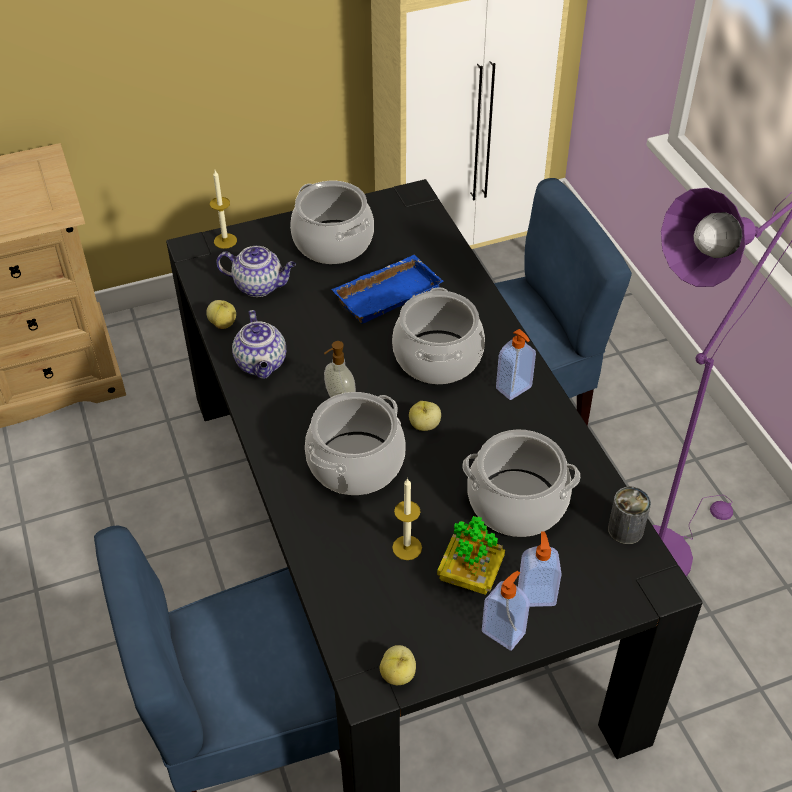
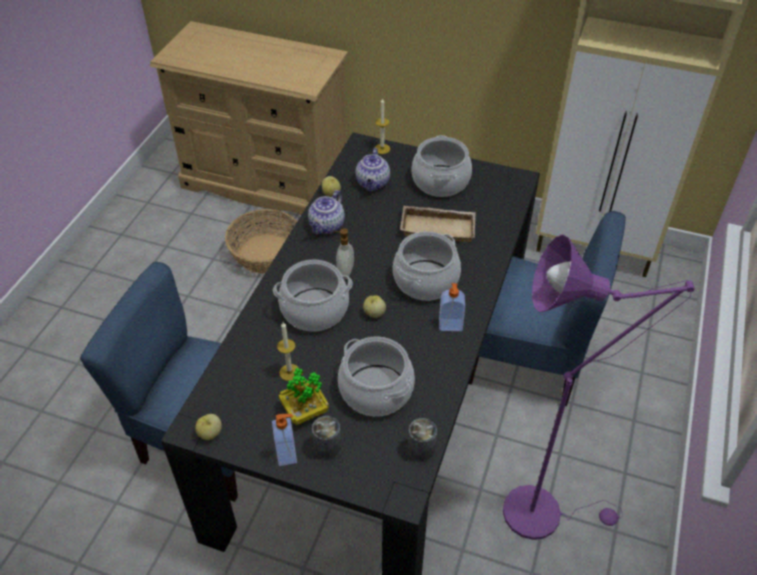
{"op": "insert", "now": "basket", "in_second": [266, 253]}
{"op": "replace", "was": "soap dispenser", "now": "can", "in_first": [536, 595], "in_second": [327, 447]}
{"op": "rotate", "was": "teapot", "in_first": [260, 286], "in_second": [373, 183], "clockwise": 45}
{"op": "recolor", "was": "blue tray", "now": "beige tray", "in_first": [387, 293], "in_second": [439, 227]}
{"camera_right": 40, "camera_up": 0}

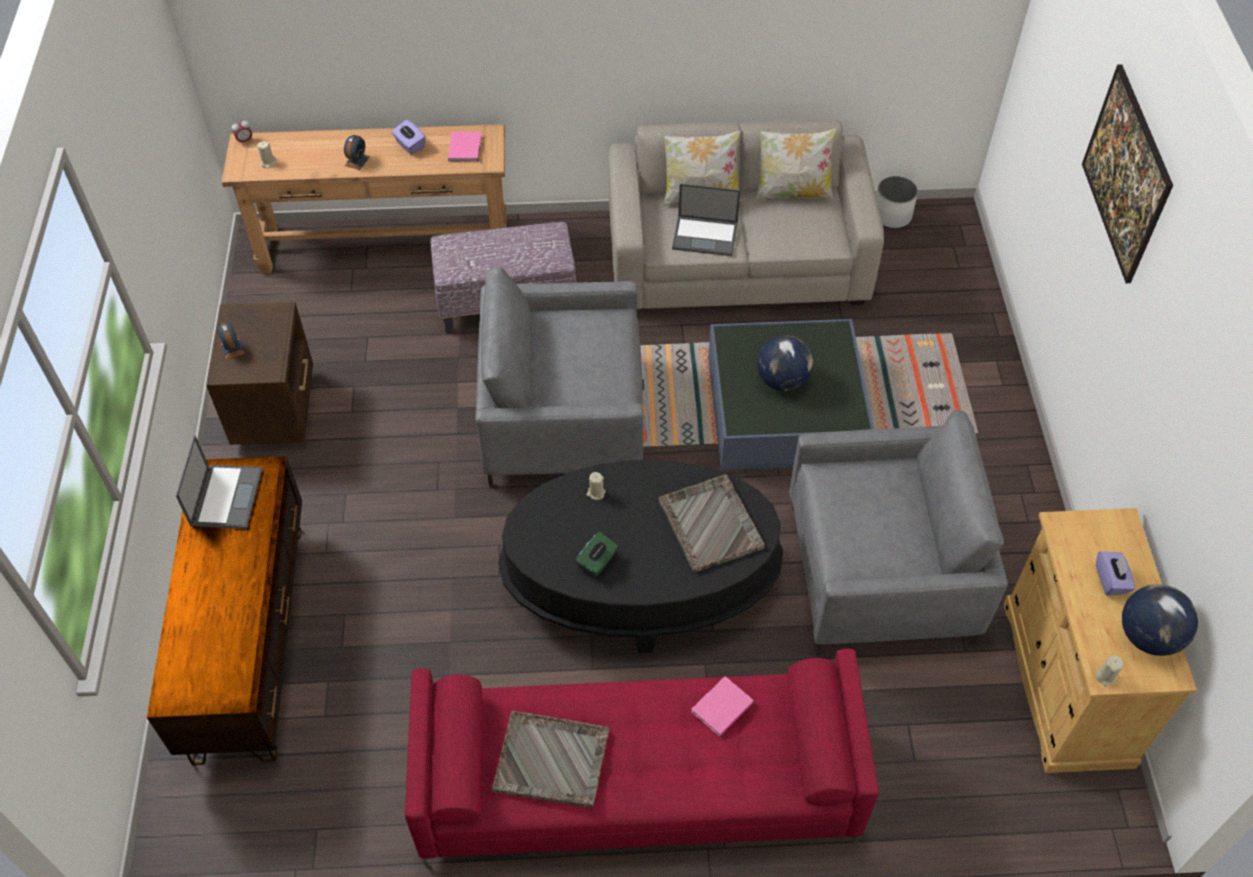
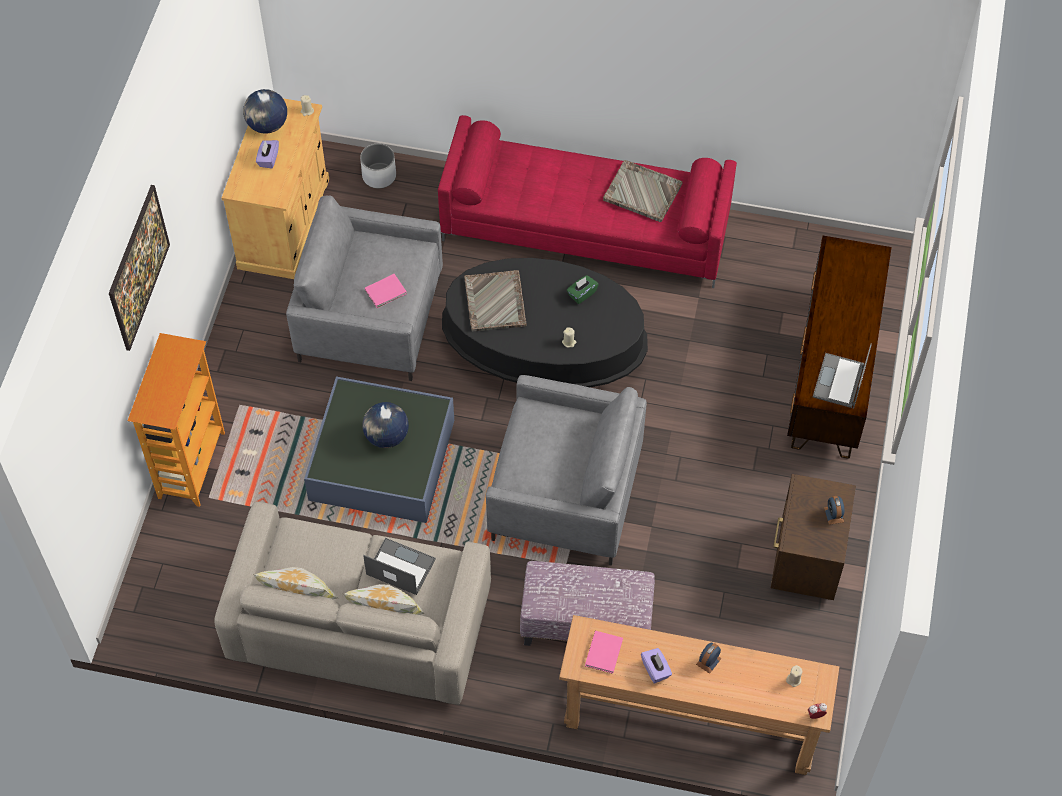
{"op": "insert", "now": "bookcase", "in_second": [190, 465]}
{"op": "move", "was": "white planter", "in_first": [892, 215], "in_second": [379, 176]}
{"op": "move", "was": "pink book", "in_first": [720, 707], "in_second": [387, 292]}
{"camera_right": -165, "camera_up": 5}

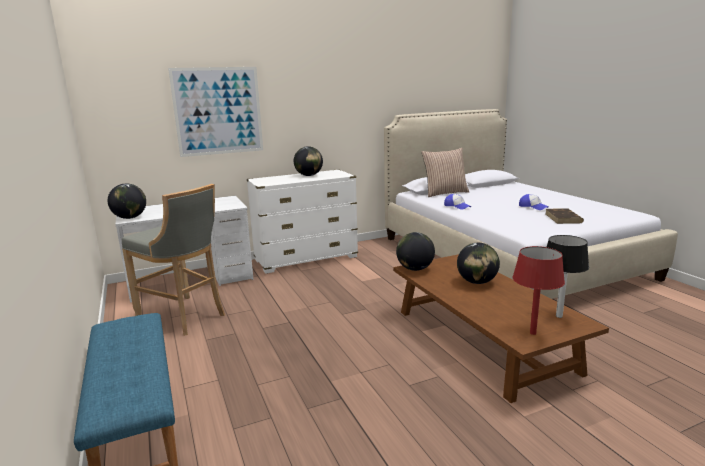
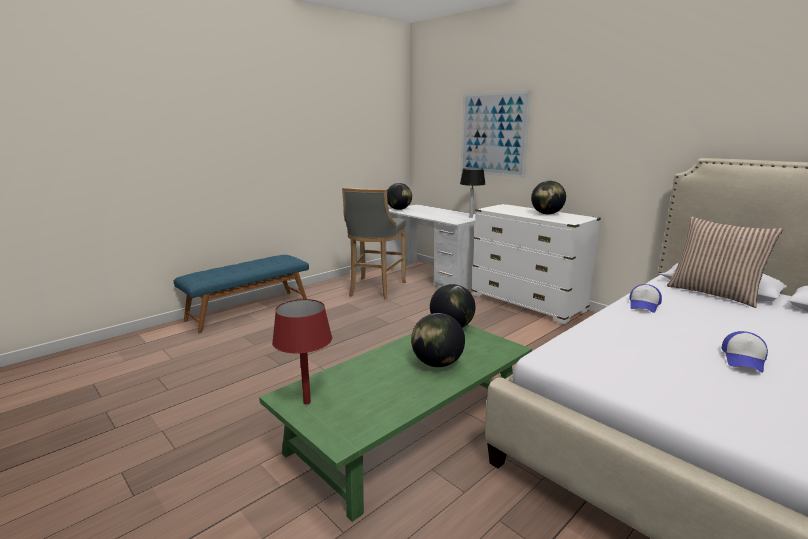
{"op": "recolor", "was": "brown coffee table", "now": "green coffee table", "in_first": [483, 340], "in_second": [408, 429]}
{"op": "move", "was": "table lamp", "in_first": [559, 316], "in_second": [470, 217]}
{"op": "delete", "was": "brown book", "in_first": [563, 218]}
{"camera_right": 70, "camera_up": 0}

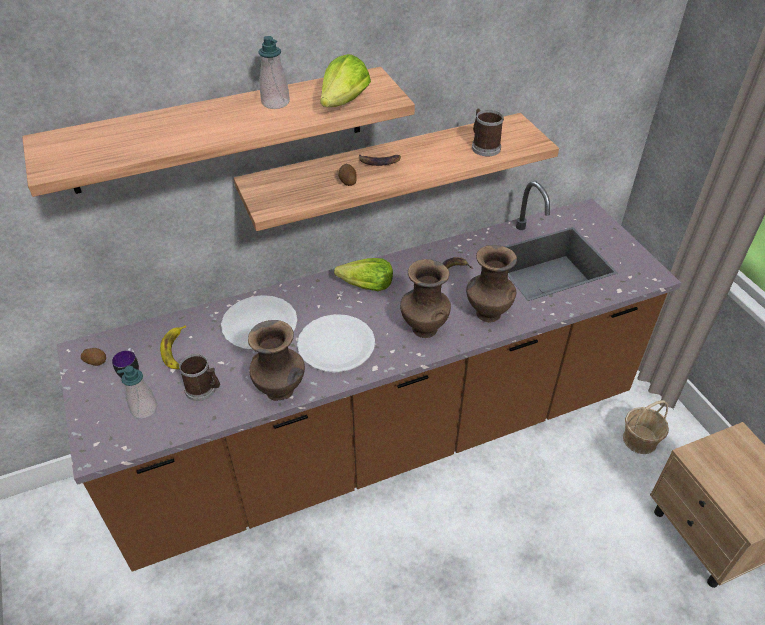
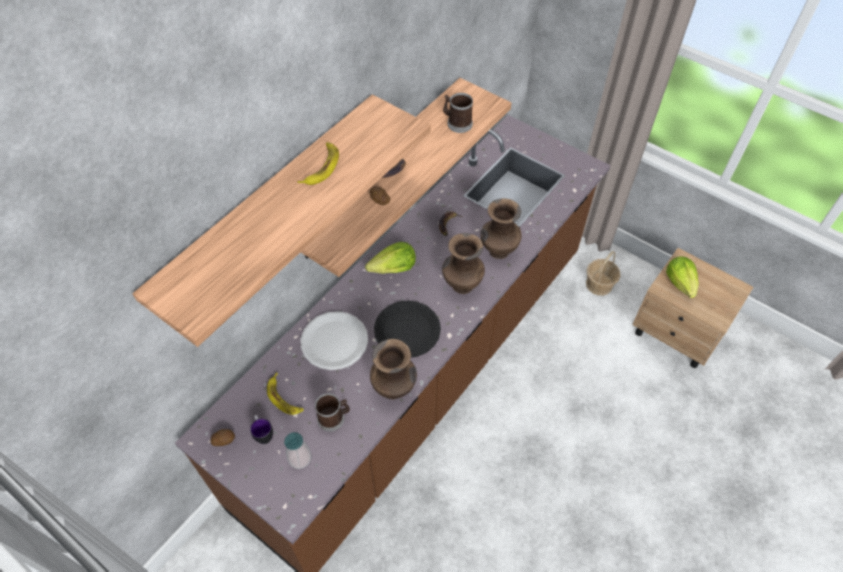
{"op": "replace", "was": "soap dispenser", "now": "banana", "in_first": [275, 103], "in_second": [321, 167]}
{"op": "recolor", "was": "white plate", "now": "black plate", "in_first": [336, 344], "in_second": [407, 330]}
{"op": "move", "was": "lettuce", "in_first": [344, 102], "in_second": [681, 283]}
{"camera_right": -30, "camera_up": 10}

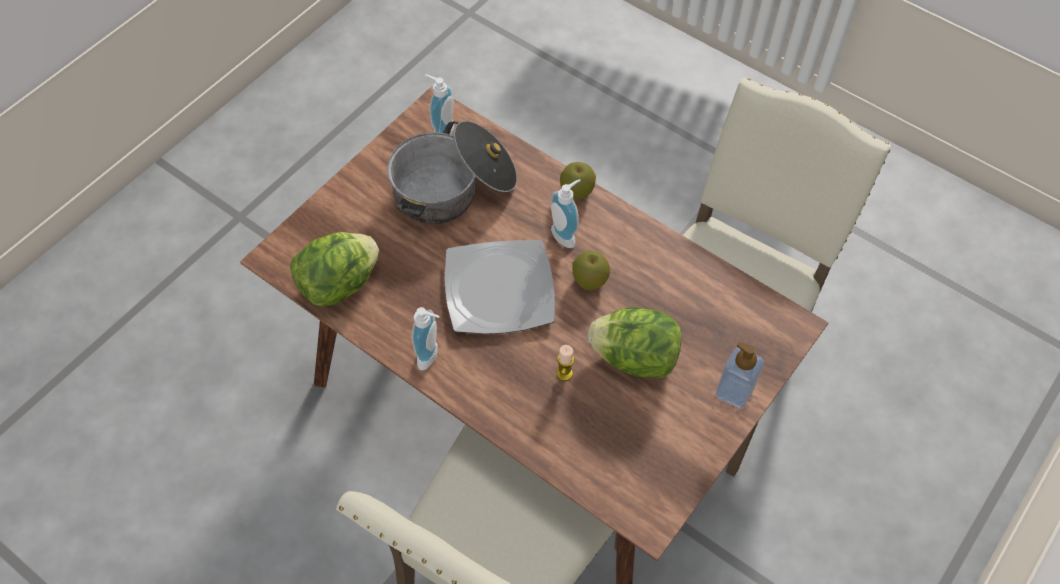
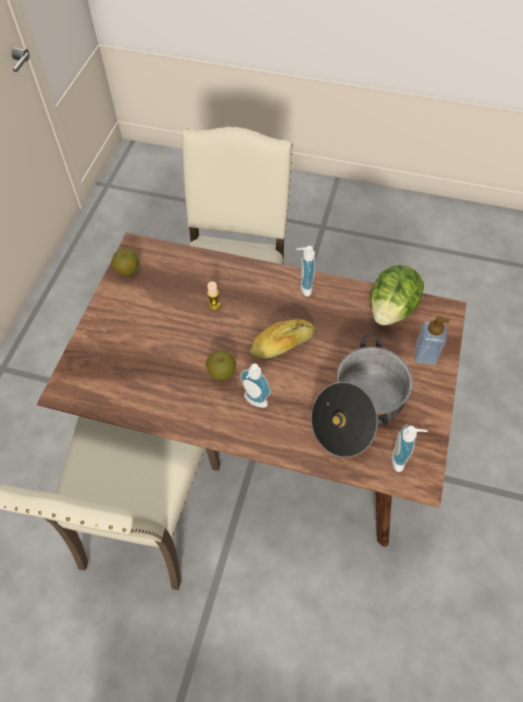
{"op": "move", "was": "apple", "in_first": [576, 191], "in_second": [127, 270]}
{"op": "replace", "was": "plate", "now": "bread", "in_first": [500, 288], "in_second": [282, 344]}
{"op": "move", "was": "soap dispenser", "in_first": [734, 392], "in_second": [425, 355]}
{"op": "delete", "was": "lettuce", "in_first": [634, 358]}
{"camera_right": 160, "camera_up": 0}

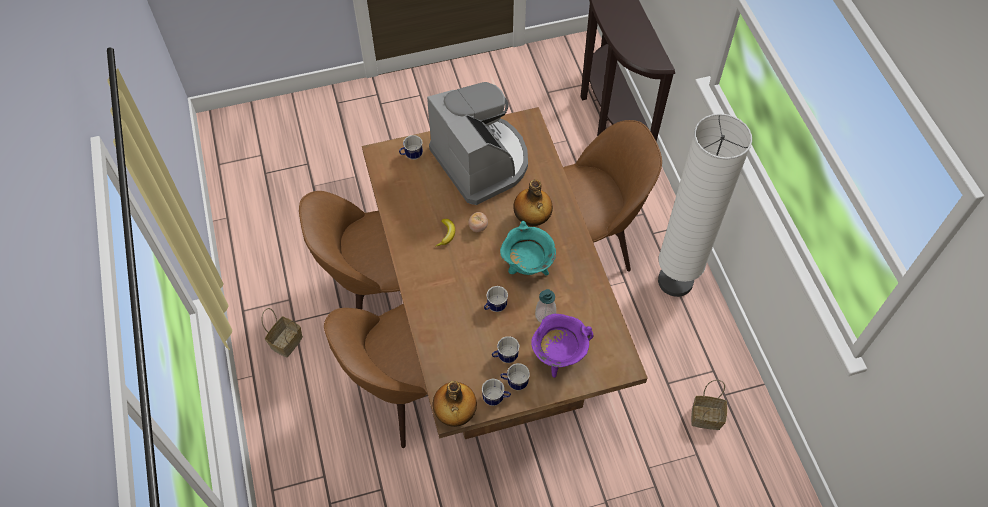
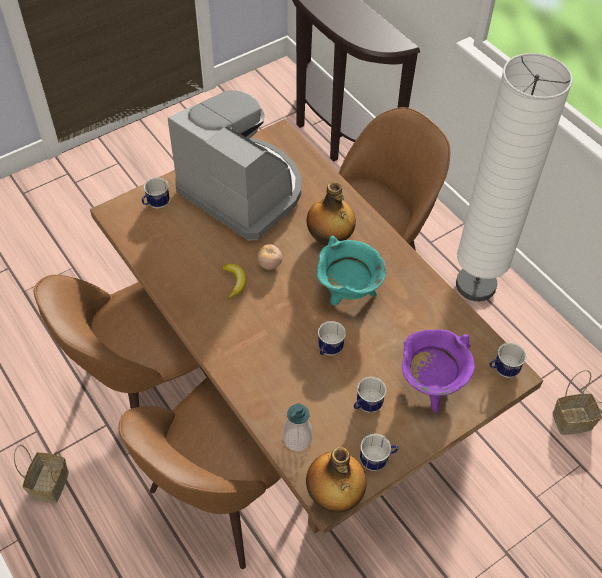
{"op": "move", "was": "soap dispenser", "in_first": [545, 315], "in_second": [297, 439]}
{"op": "move", "was": "mug", "in_first": [514, 382], "in_second": [502, 370]}
{"camera_right": -20, "camera_up": -5}

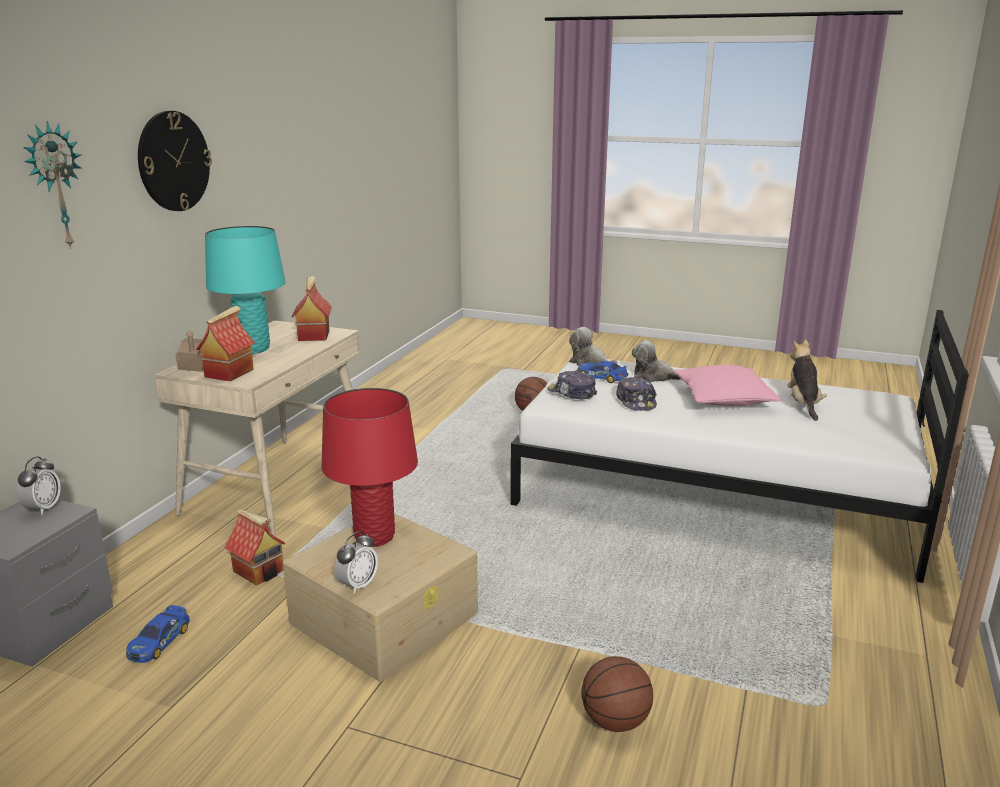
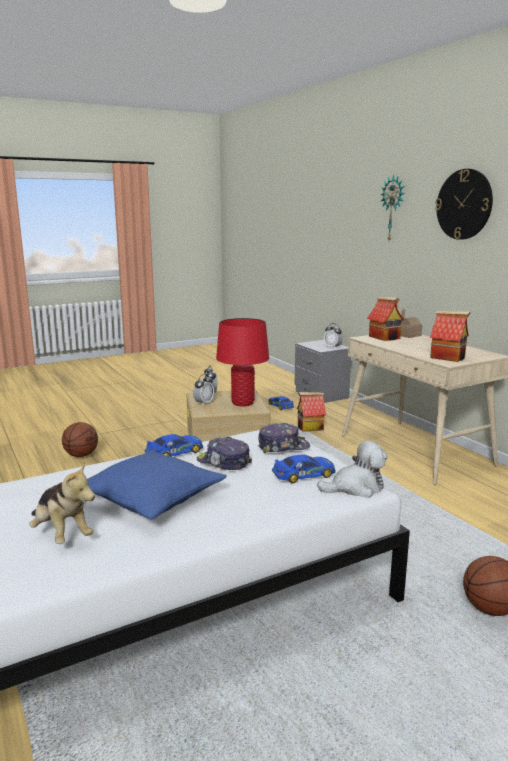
{"op": "recolor", "was": "pink pillow", "now": "blue pillow", "in_first": [723, 399], "in_second": [153, 498]}
{"op": "insert", "now": "toy car", "in_second": [174, 452]}
{"op": "insert", "now": "alarm clock", "in_second": [203, 403]}
{"op": "delete", "was": "turquoise table lamp", "in_first": [253, 349]}
{"op": "delete", "was": "plush toy", "in_first": [654, 377]}
{"camera_right": 130, "camera_up": -5}

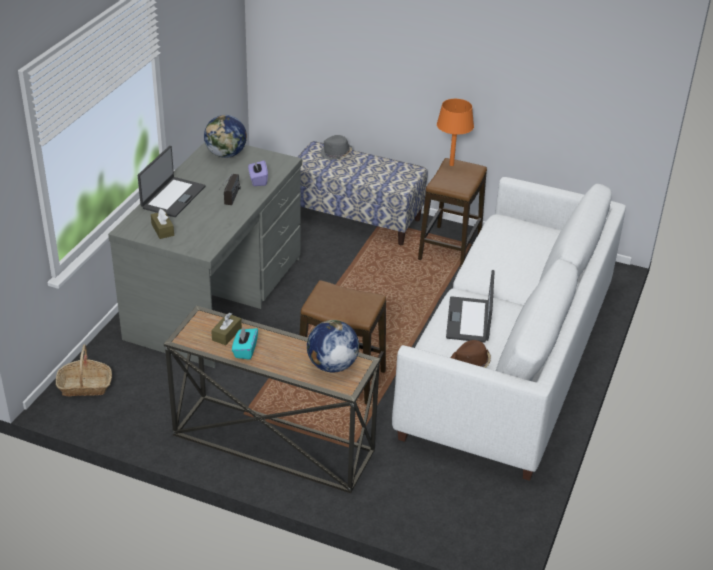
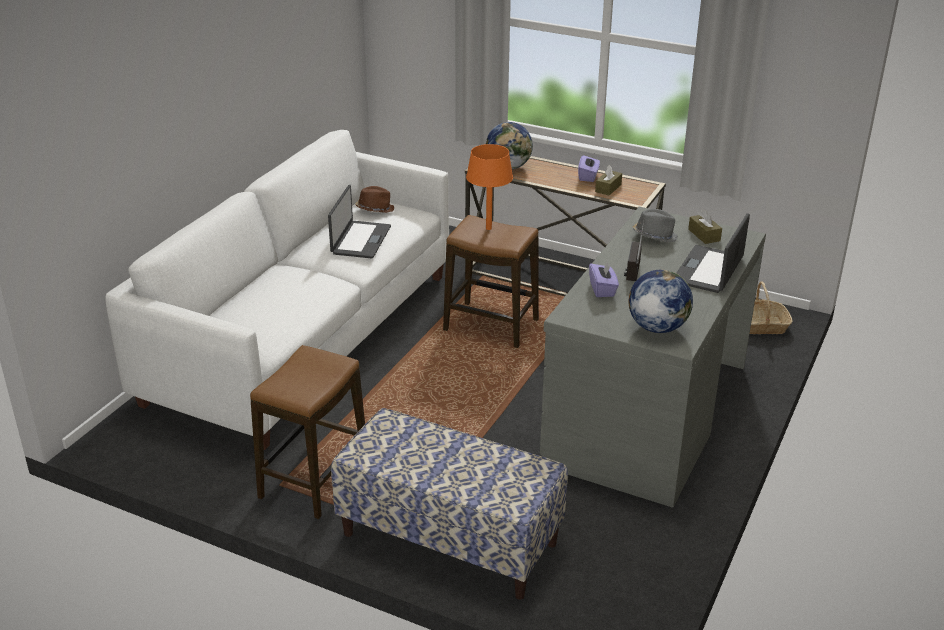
{"op": "move", "was": "orange table lamp", "in_first": [451, 165], "in_second": [488, 228]}
{"op": "recolor", "was": "turquoise tissue box", "now": "purple tissue box", "in_first": [245, 350], "in_second": [588, 176]}
{"op": "move", "was": "grey hat", "in_first": [336, 154], "in_second": [654, 236]}
{"camera_right": -175, "camera_up": -5}

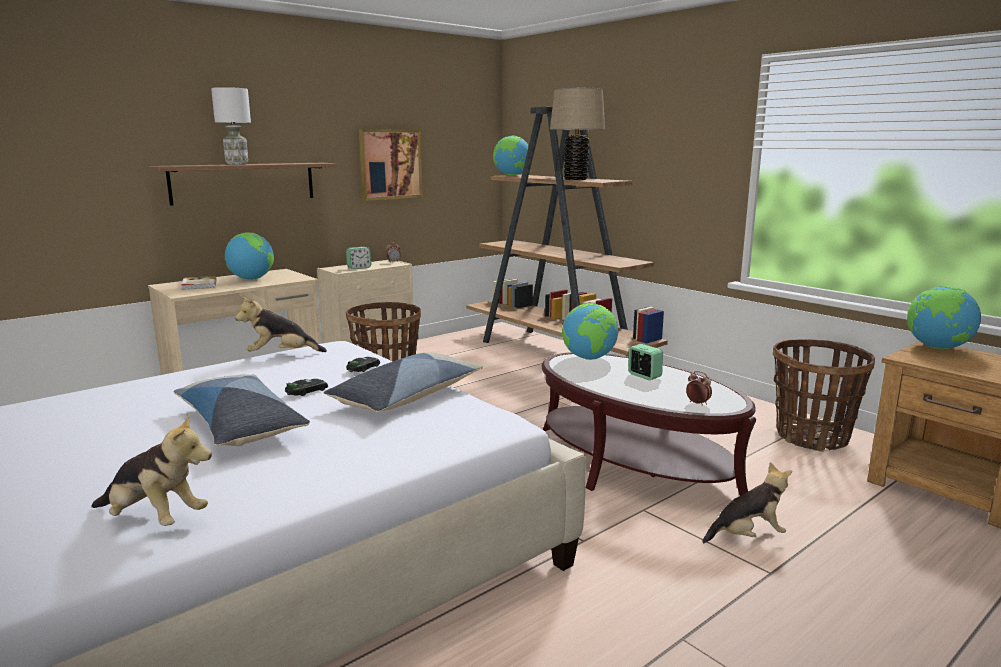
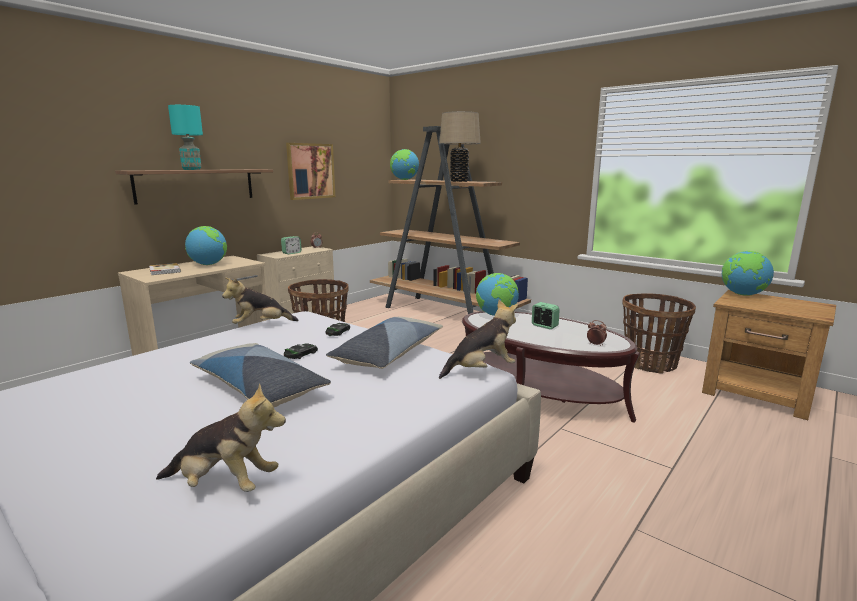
{"op": "recolor", "was": "white table lamp", "now": "turquoise table lamp", "in_first": [236, 164], "in_second": [191, 169]}
{"op": "move", "was": "plush toy", "in_first": [747, 536], "in_second": [481, 370]}
{"camera_right": -10, "camera_up": 0}

